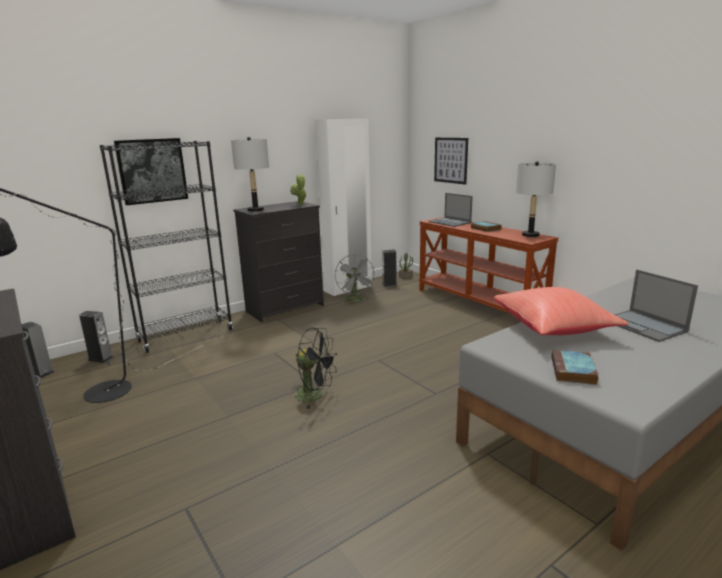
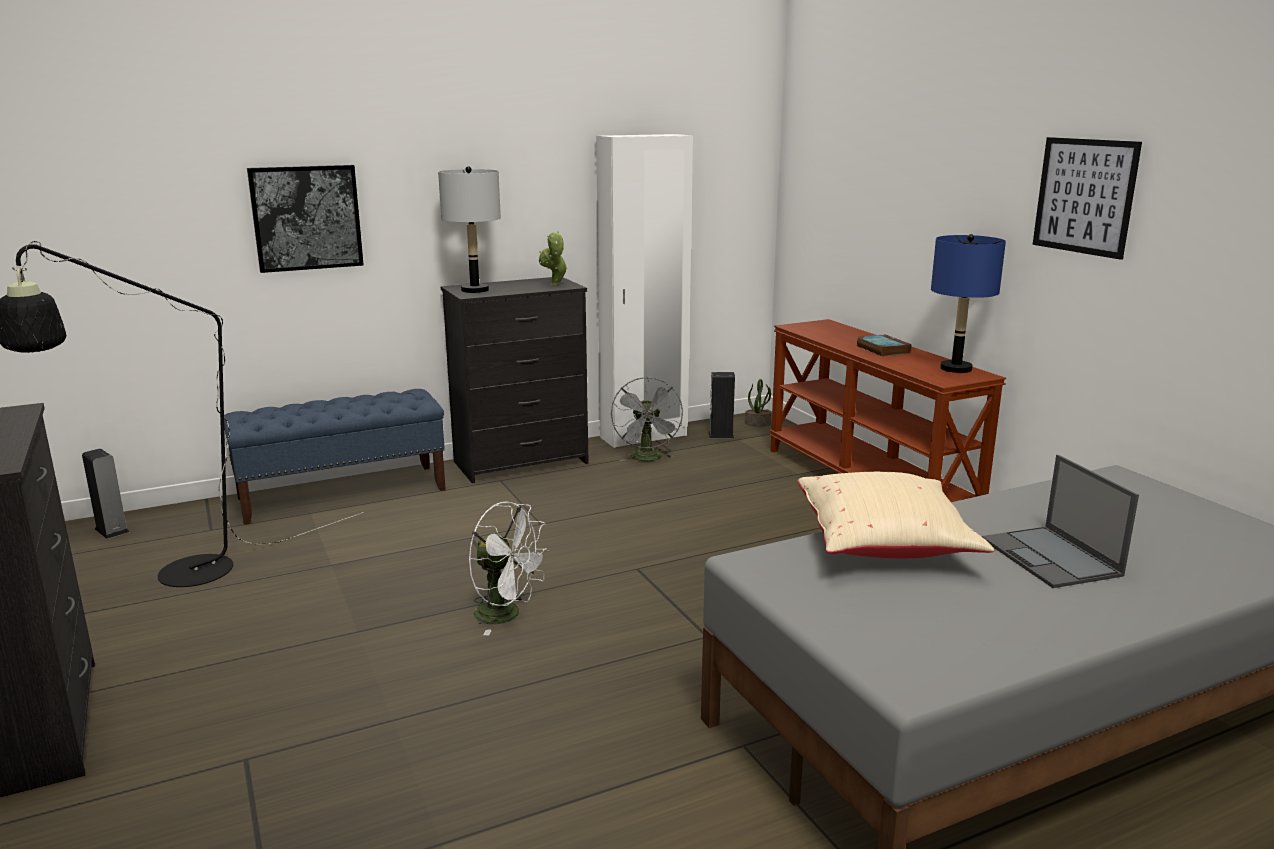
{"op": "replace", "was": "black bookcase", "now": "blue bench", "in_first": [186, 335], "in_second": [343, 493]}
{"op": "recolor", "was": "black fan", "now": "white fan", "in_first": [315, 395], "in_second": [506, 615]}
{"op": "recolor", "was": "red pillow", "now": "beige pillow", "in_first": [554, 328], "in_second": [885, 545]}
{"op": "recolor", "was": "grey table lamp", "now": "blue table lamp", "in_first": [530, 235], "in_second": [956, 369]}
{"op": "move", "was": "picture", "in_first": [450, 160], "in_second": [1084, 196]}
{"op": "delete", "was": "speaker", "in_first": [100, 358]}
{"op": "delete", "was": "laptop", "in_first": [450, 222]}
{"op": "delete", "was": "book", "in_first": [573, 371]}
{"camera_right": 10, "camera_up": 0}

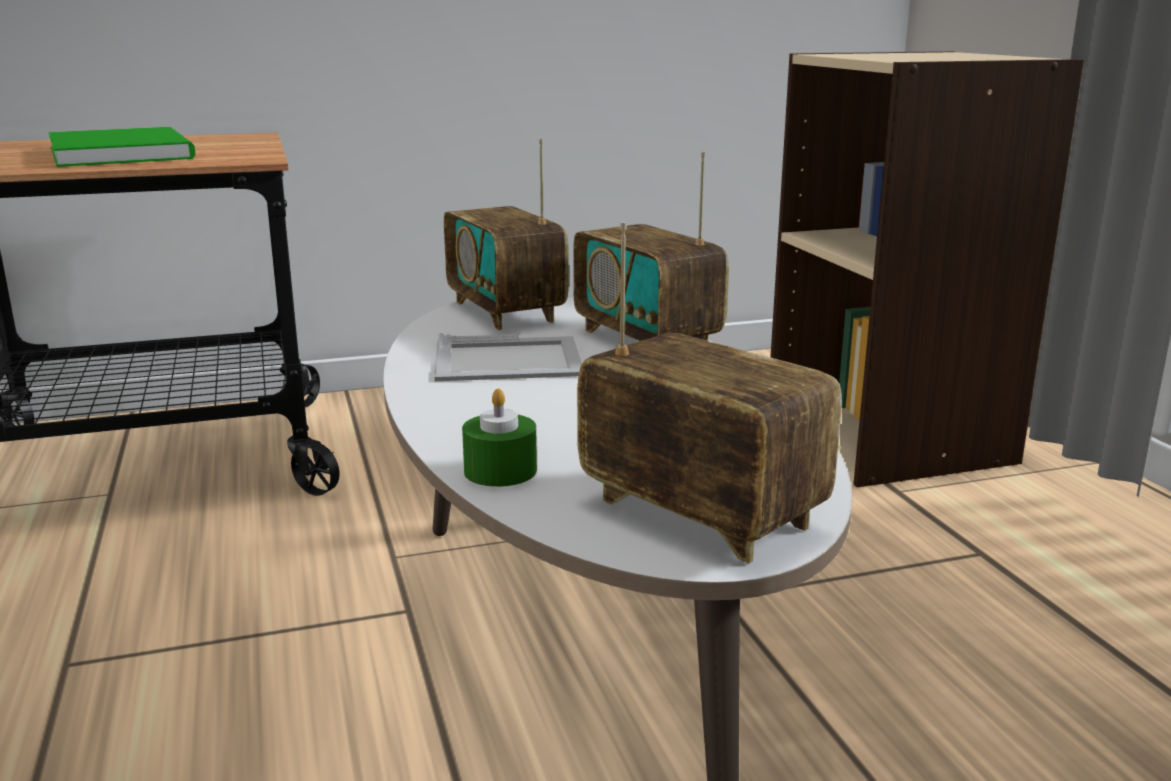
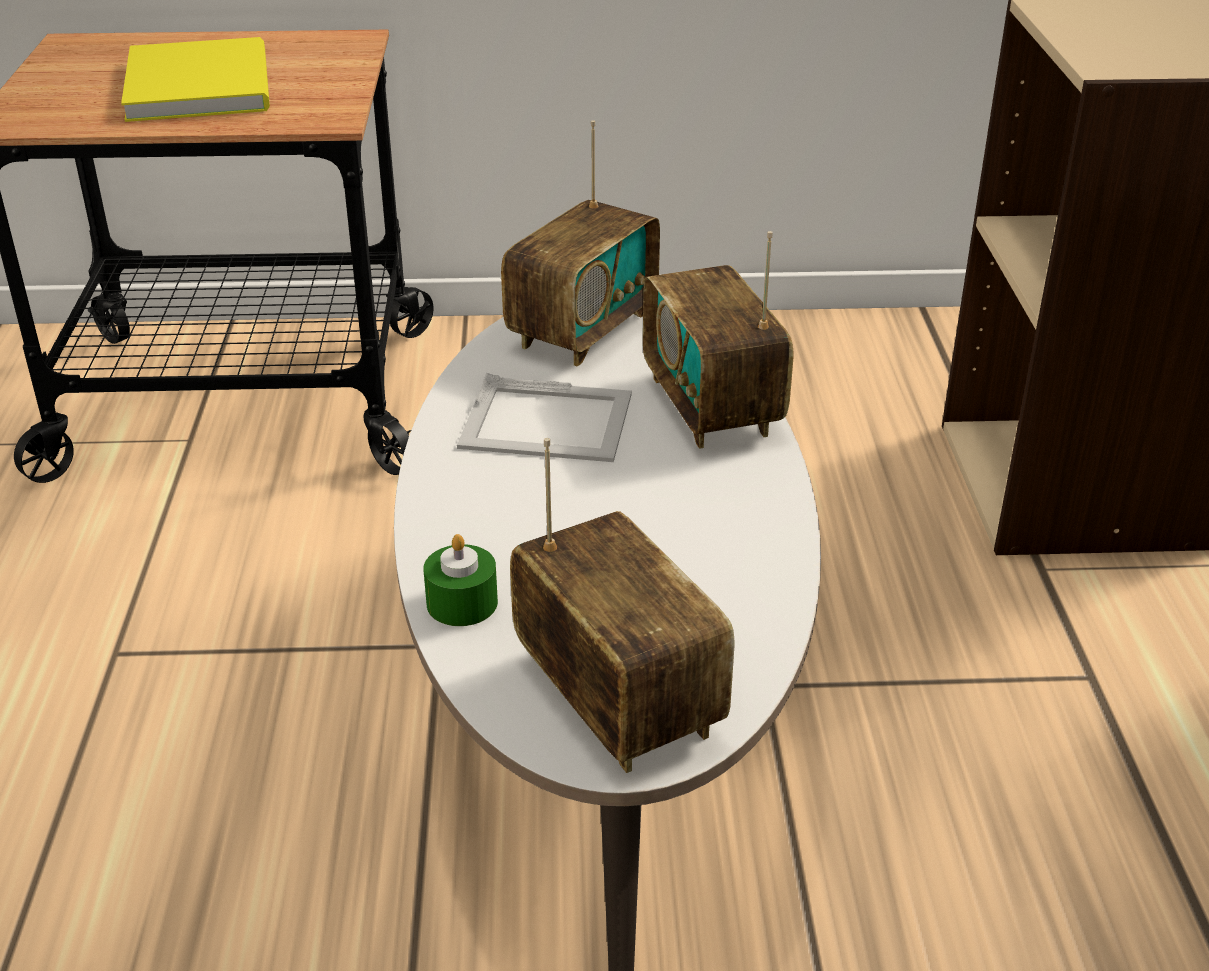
{"op": "recolor", "was": "green book", "now": "yellow book", "in_first": [125, 152], "in_second": [203, 83]}
{"op": "rotate", "was": "radio", "in_first": [505, 312], "in_second": [582, 330], "clockwise": -135}
{"camera_right": 15, "camera_up": 15}

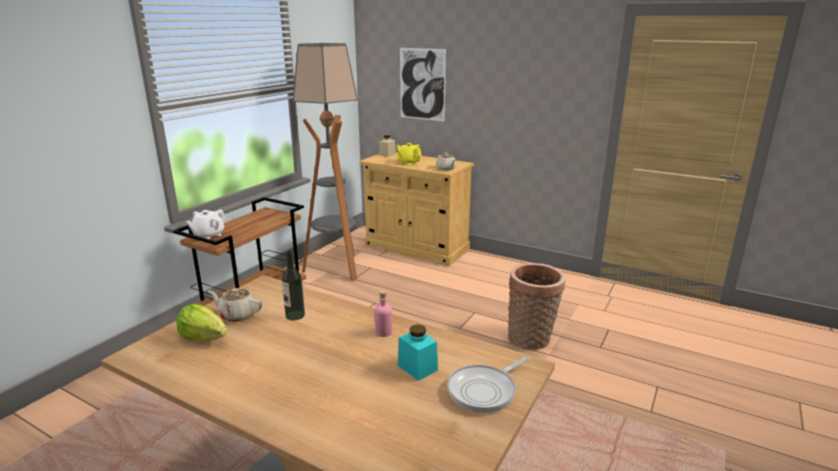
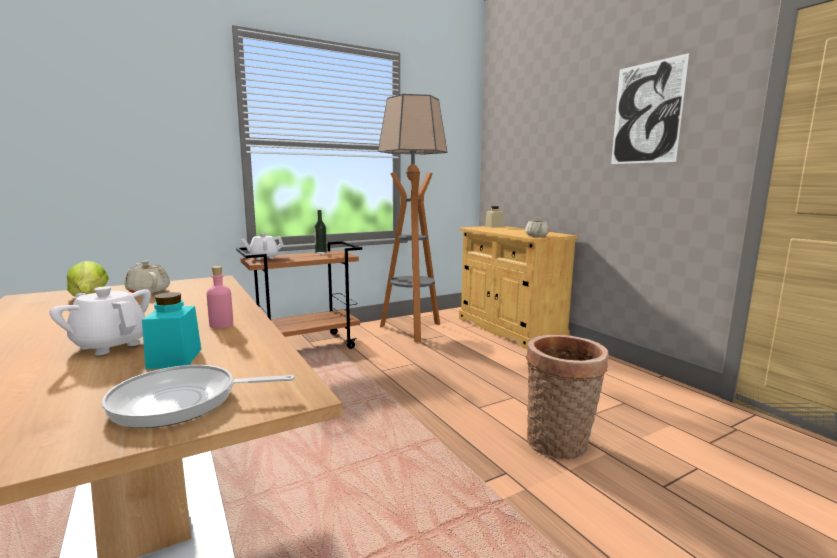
{"op": "insert", "now": "white teapot", "in_second": [110, 345]}
{"op": "move", "was": "bottle", "in_first": [295, 315], "in_second": [321, 253]}
{"op": "move", "was": "picture", "in_first": [422, 84], "in_second": [646, 113]}
{"op": "delete", "was": "yellow teapot", "in_first": [408, 162]}
{"camera_right": 30, "camera_up": -10}

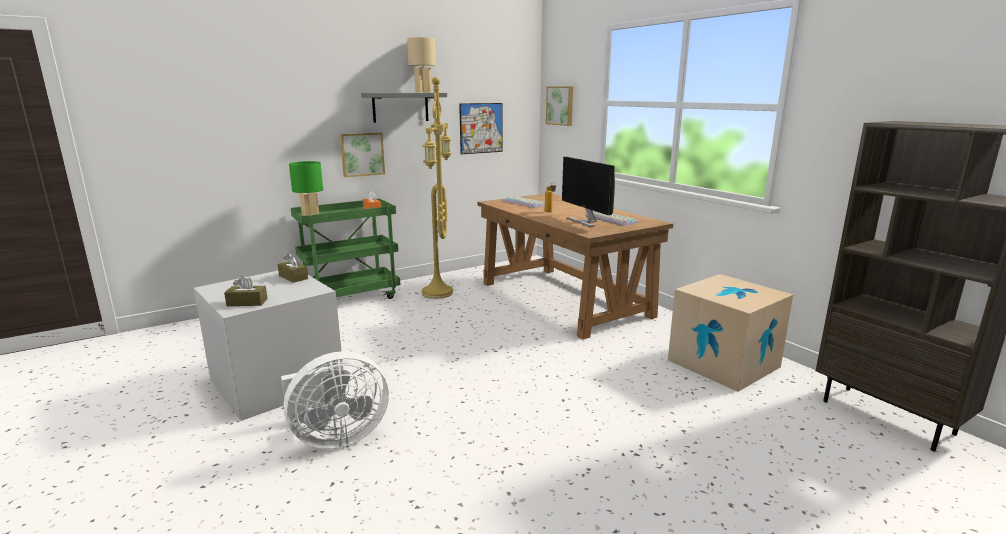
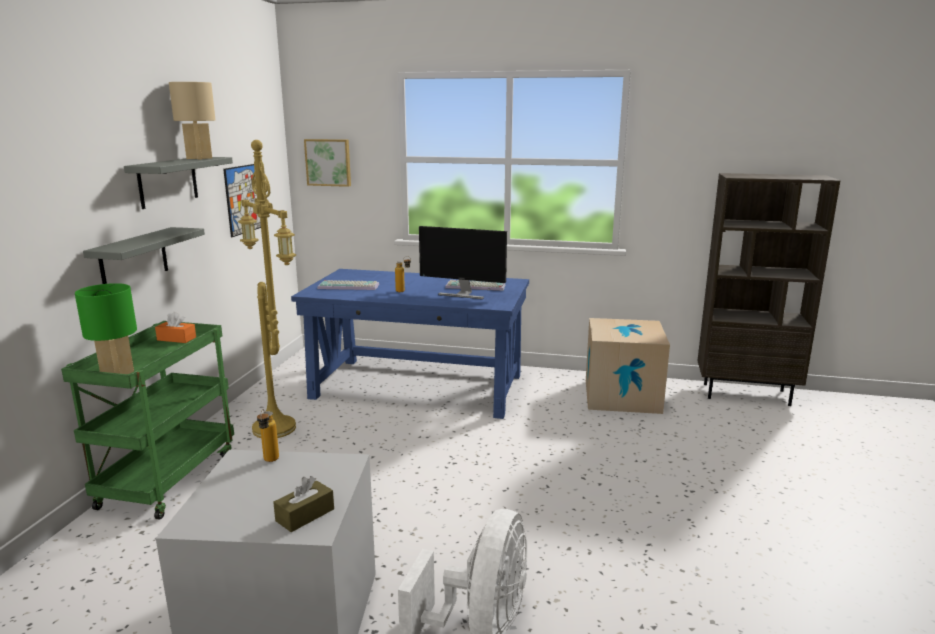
{"op": "replace", "was": "picture", "now": "grey shelf", "in_first": [362, 154], "in_second": [134, 259]}
{"op": "replace", "was": "brown tissue box", "now": "bottle", "in_first": [293, 277], "in_second": [269, 462]}
{"op": "recolor", "was": "brown desk", "now": "blue desk", "in_first": [563, 299], "in_second": [418, 386]}
{"camera_right": -45, "camera_up": 0}

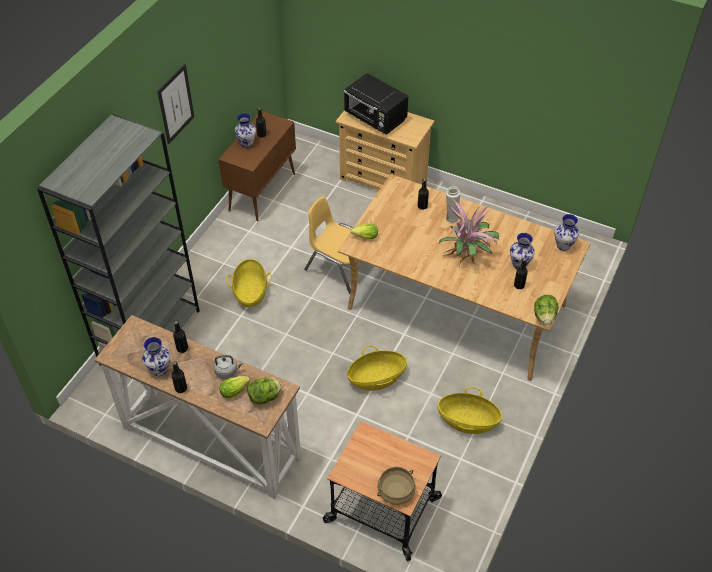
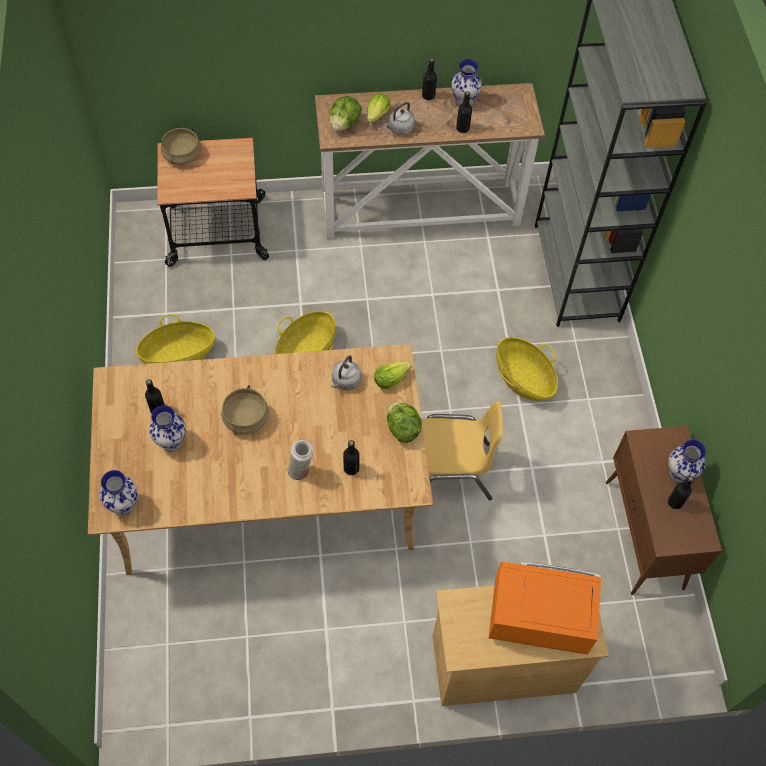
{"op": "replace", "was": "potted plant", "now": "beige cooking pot", "in_first": [467, 256], "in_second": [245, 418]}
{"op": "insert", "now": "grey kettle", "in_second": [345, 381]}
{"op": "move", "was": "lettuce", "in_first": [544, 317], "in_second": [402, 428]}
{"op": "recolor", "was": "black microwave", "now": "orange microwave", "in_first": [375, 118], "in_second": [537, 617]}
{"op": "delete", "was": "picture", "in_first": [175, 104]}
{"camera_right": 145, "camera_up": 10}

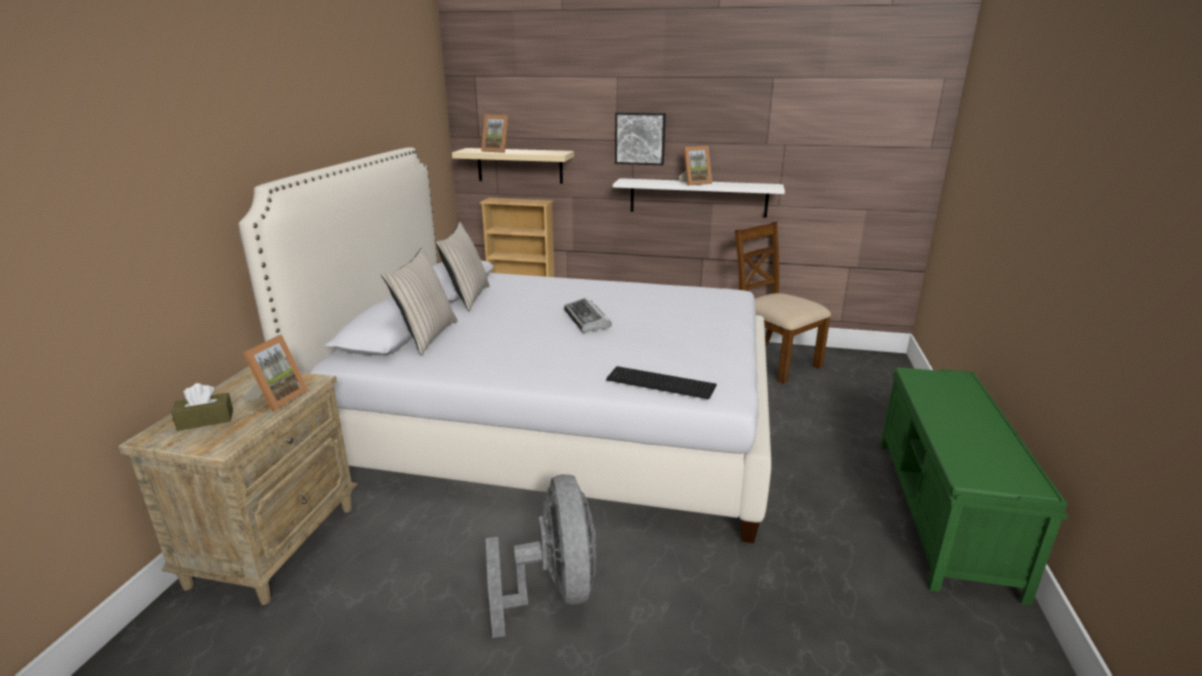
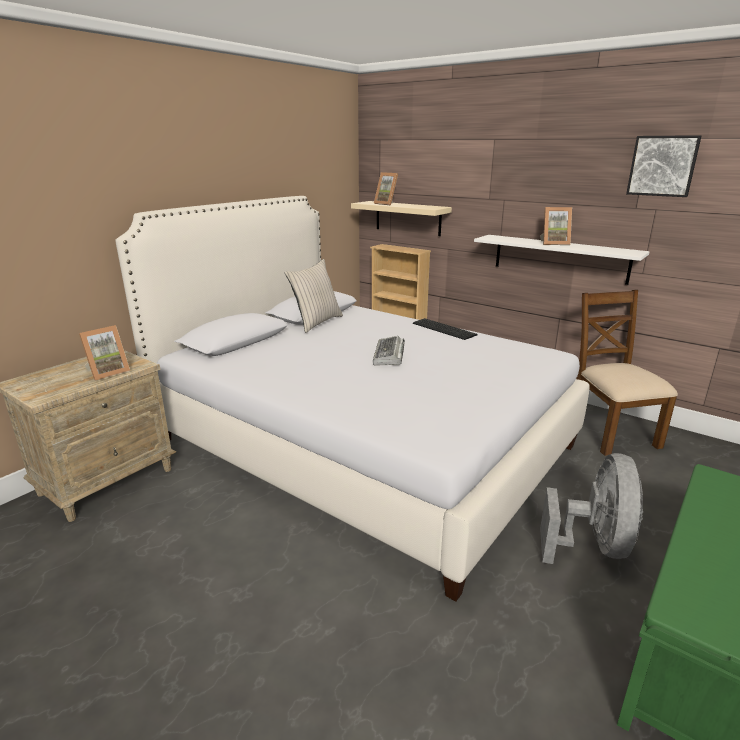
{"op": "move", "was": "keyboard", "in_first": [660, 381], "in_second": [444, 328]}
{"op": "move", "was": "grey fan", "in_first": [554, 591], "in_second": [593, 545]}
{"op": "move", "was": "picture", "in_first": [640, 138], "in_second": [662, 166]}
{"op": "delete", "was": "brown tissue box", "in_first": [205, 420]}
{"op": "delete", "was": "beige pillow", "in_first": [426, 336]}
{"camera_right": 25, "camera_up": 0}

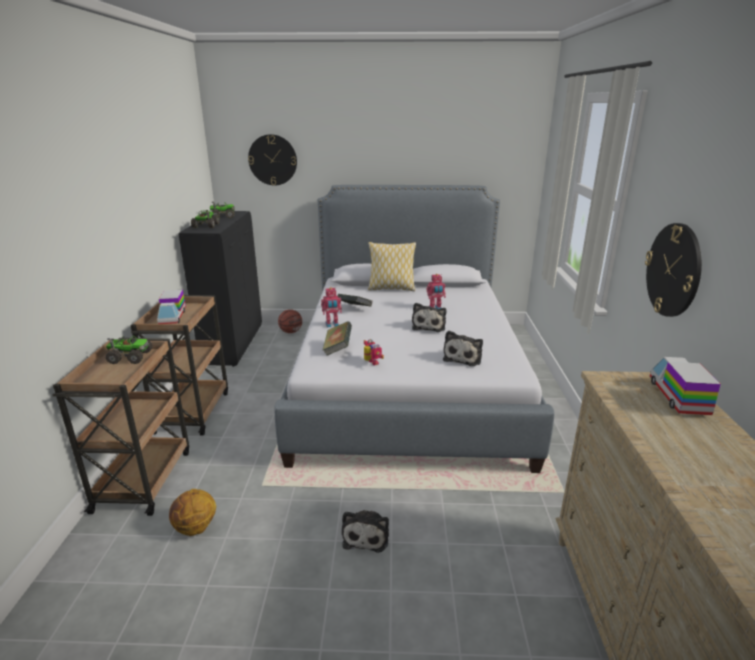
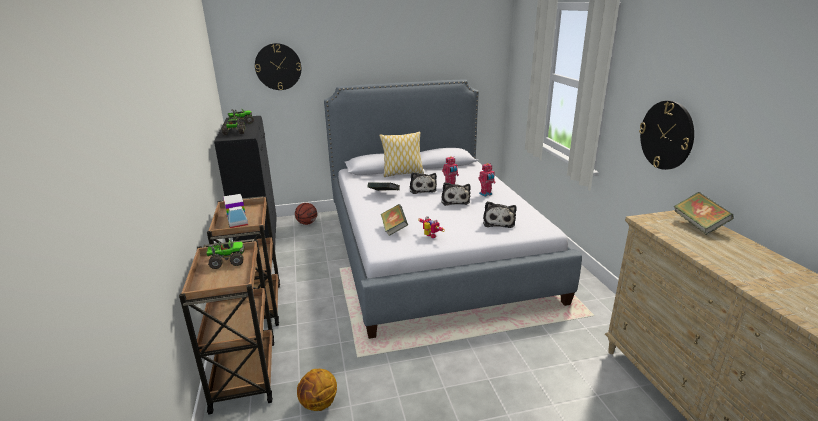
{"op": "move", "was": "plush toy", "in_first": [366, 535], "in_second": [422, 189]}
{"op": "move", "was": "toy robot", "in_first": [332, 325], "in_second": [486, 194]}
{"op": "replace", "was": "toy truck", "now": "book", "in_first": [677, 397], "in_second": [699, 225]}
{"camera_right": -15, "camera_up": 0}

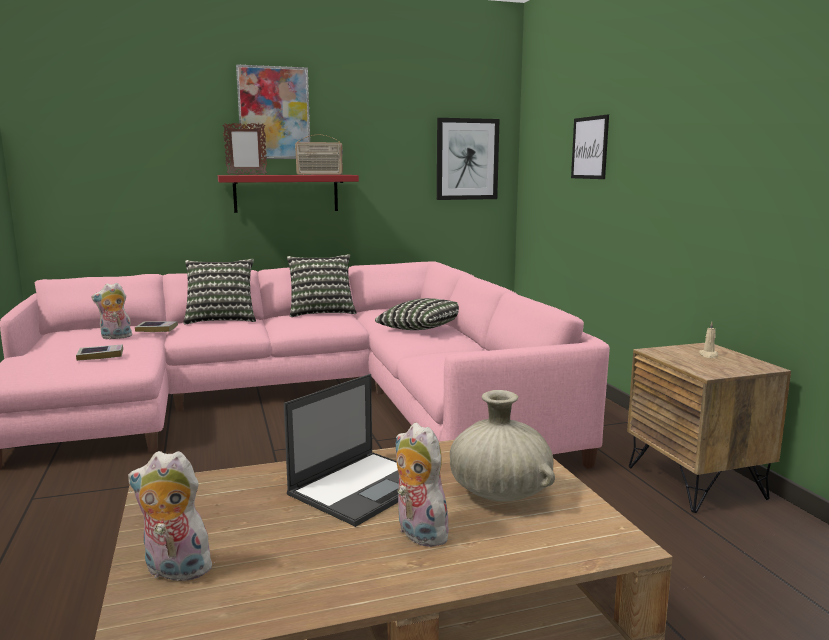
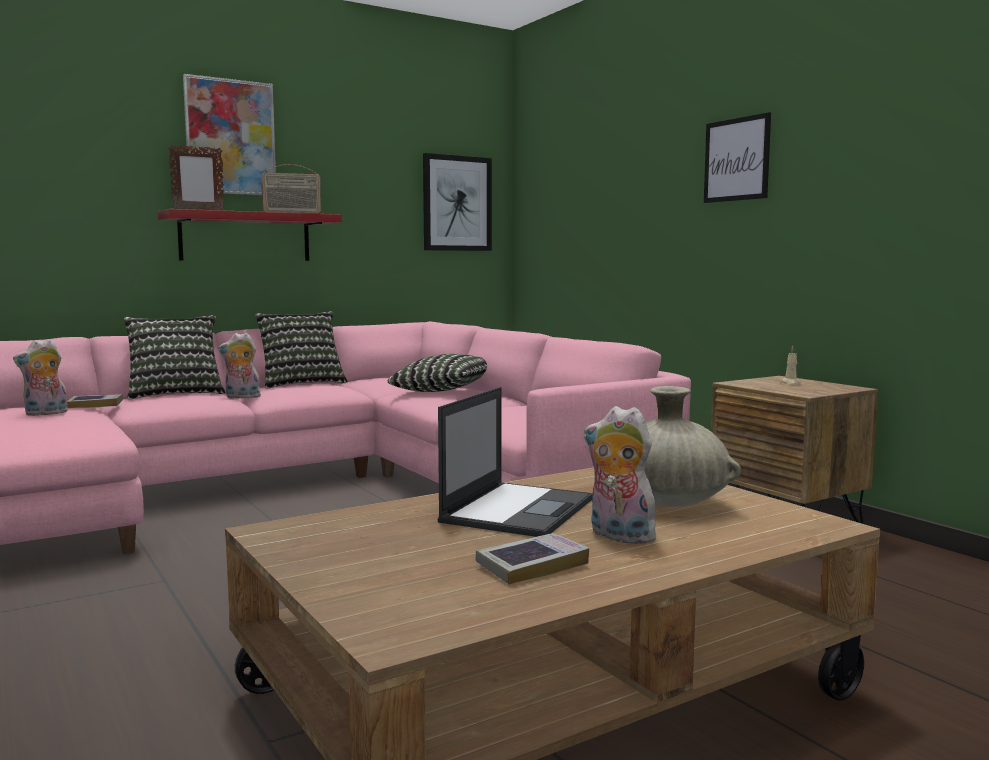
{"op": "move", "was": "plush toy", "in_first": [174, 571], "in_second": [241, 397]}
{"op": "move", "was": "book", "in_first": [100, 355], "in_second": [532, 565]}
{"op": "move", "was": "picture", "in_first": [590, 148], "in_second": [736, 159]}
{"camera_right": -15, "camera_up": -5}

